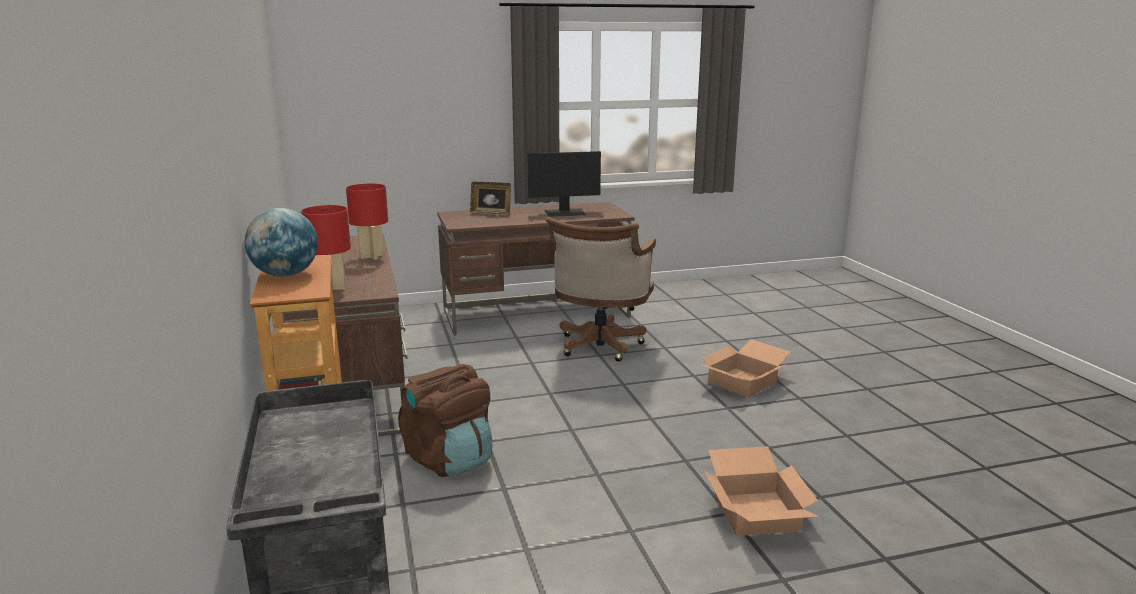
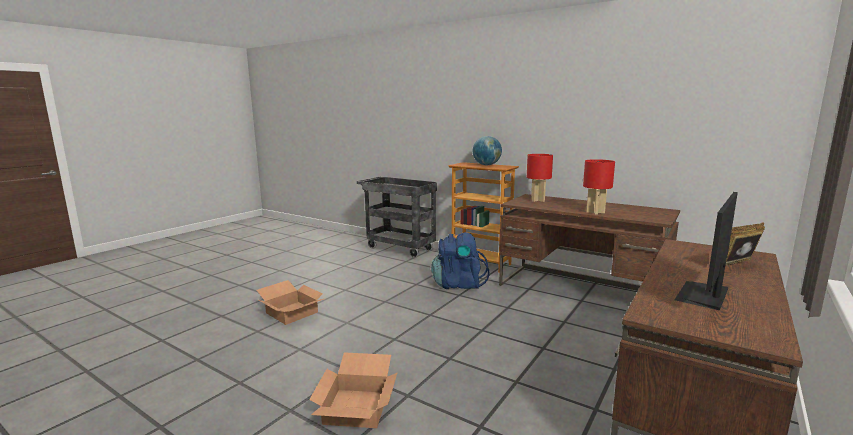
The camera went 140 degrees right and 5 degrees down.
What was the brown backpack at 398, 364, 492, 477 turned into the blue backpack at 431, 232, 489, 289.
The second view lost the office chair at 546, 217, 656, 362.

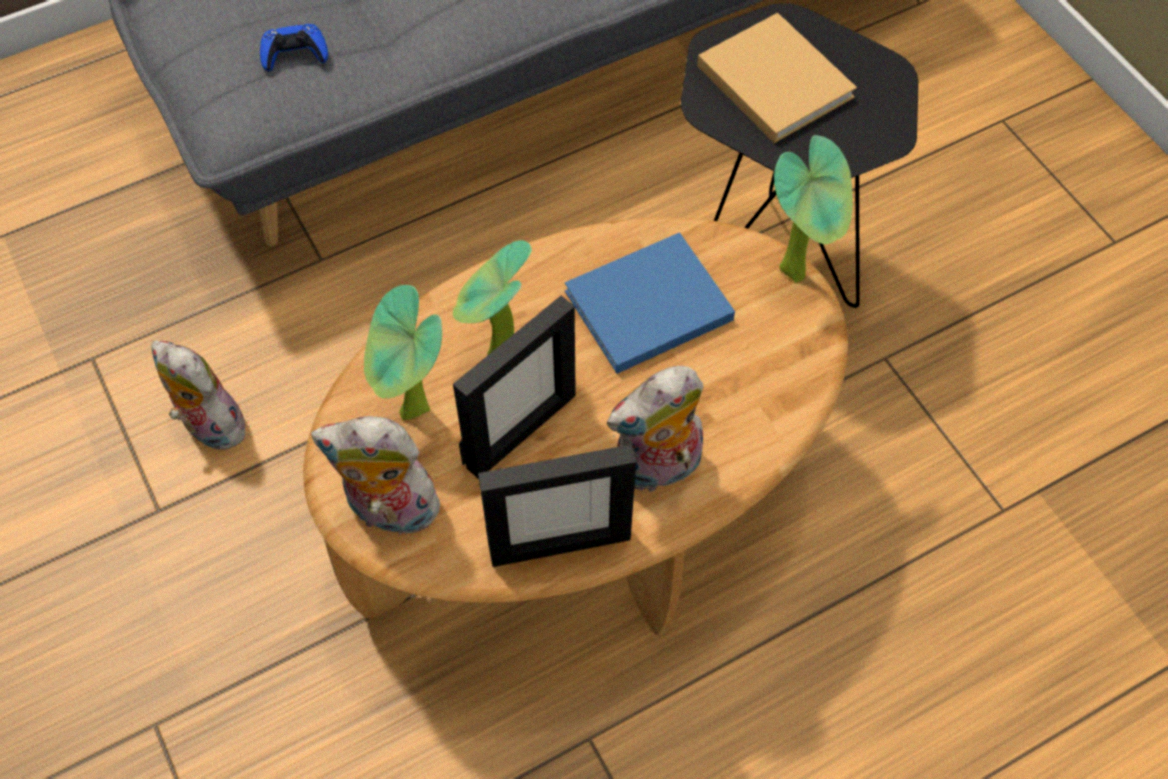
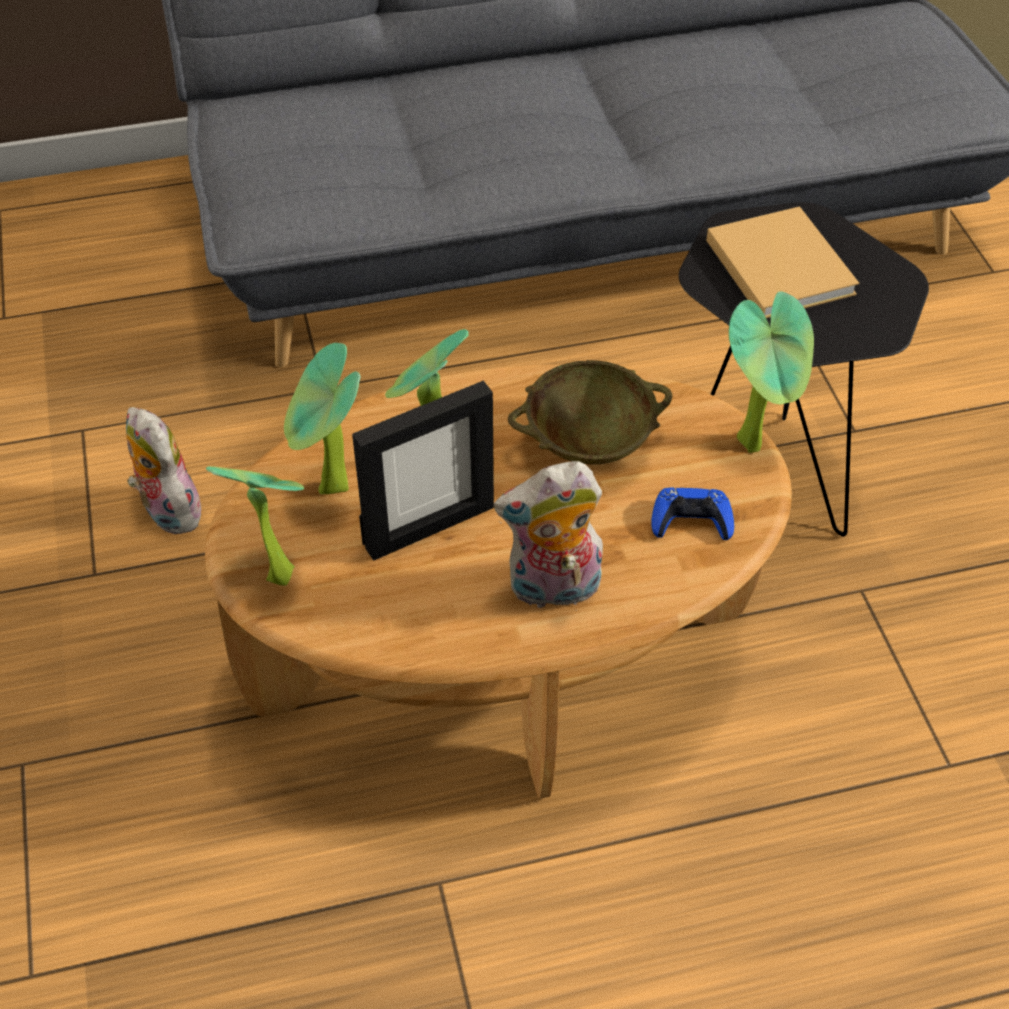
The camera went 15 degrees right and 10 degrees down.
The blue game controller ended up elsewhere, having gone from 260, 24, 328, 71 to 651, 487, 734, 540.
Where the plush toy stood at 311, 416, 444, 541, the potted plant came to stand at 206, 466, 304, 586.
The second view lost the picture frame at 478, 444, 636, 567.
Where the blue book stood at 565, 232, 735, 374, the beige bowl came to stand at 508, 360, 673, 464.

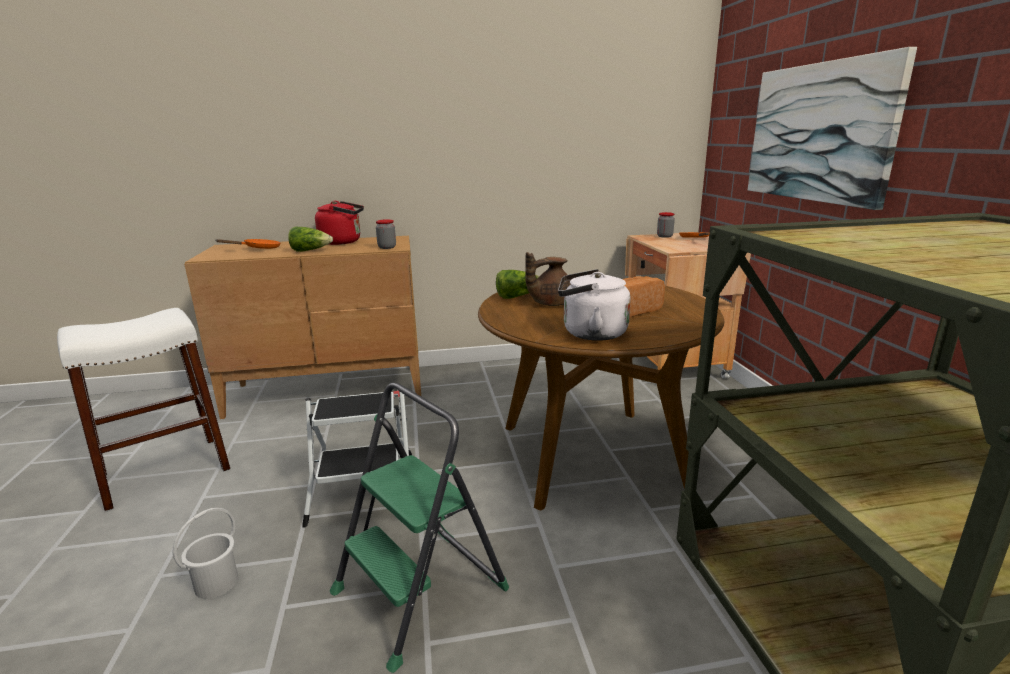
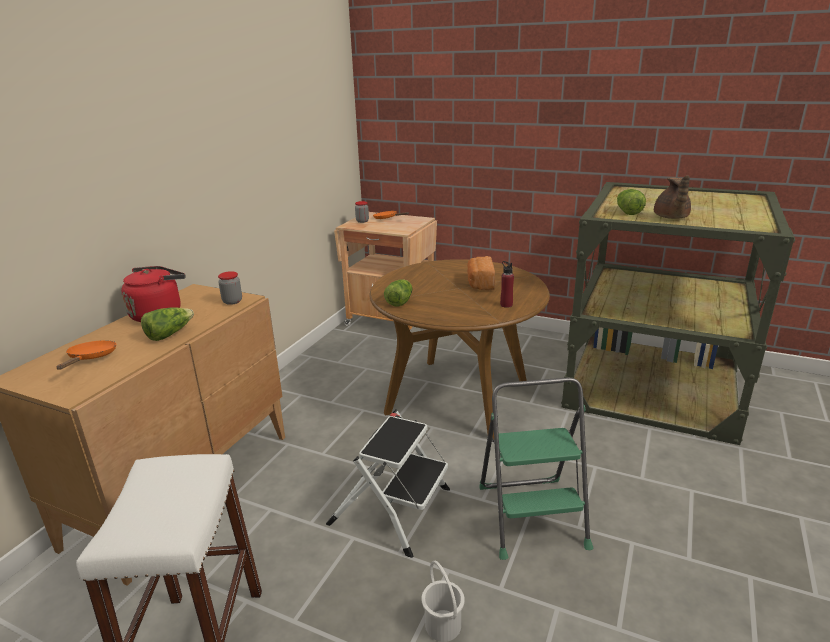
The camera went 55 degrees left and 5 degrees up.
The brown teapot ended up elsewhere, having gone from 525, 252, 571, 306 to 654, 175, 691, 219.
Where the white kettle stood at 558, 269, 631, 341, the red bottle came to stand at 500, 261, 514, 308.
The second view lost the picture at 748, 47, 917, 210.
The second view gained the lettuce at 617, 189, 646, 215.

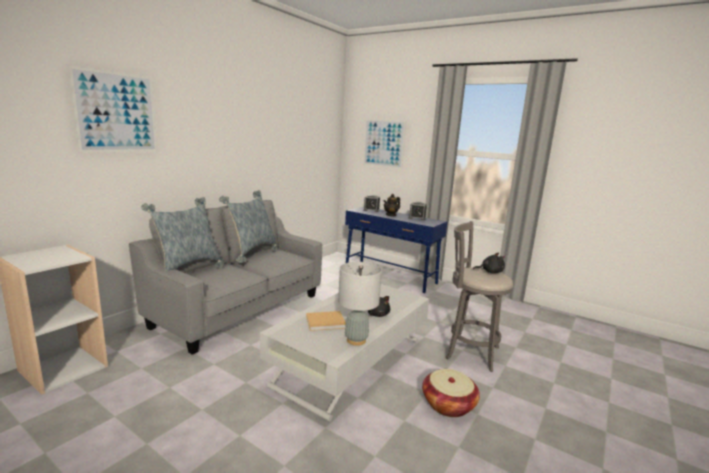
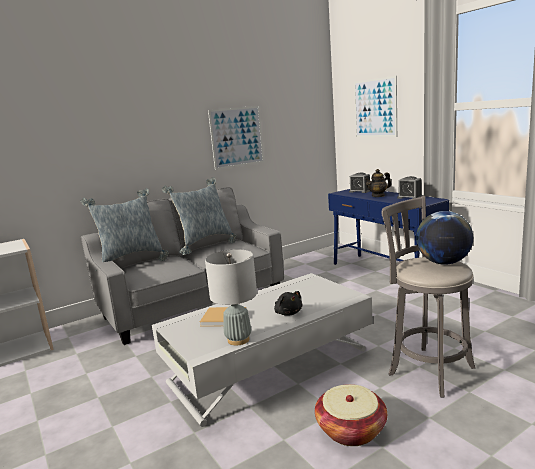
The camera went 25 degrees right and 0 degrees up.
The picture ended up elsewhere, having gone from 68, 66, 157, 153 to 208, 106, 264, 170.
Where the black plush toy stood at 473, 253, 505, 273, the globe came to stand at 416, 211, 473, 265.

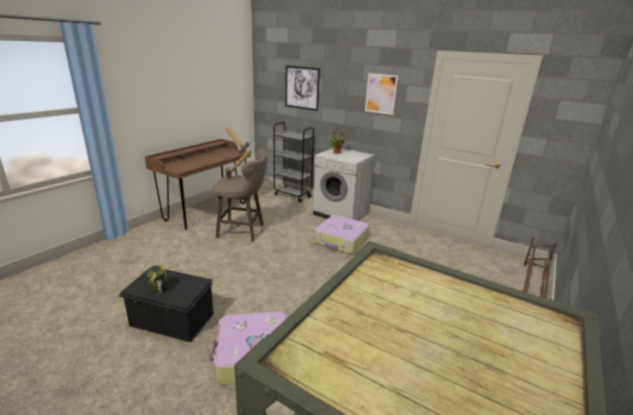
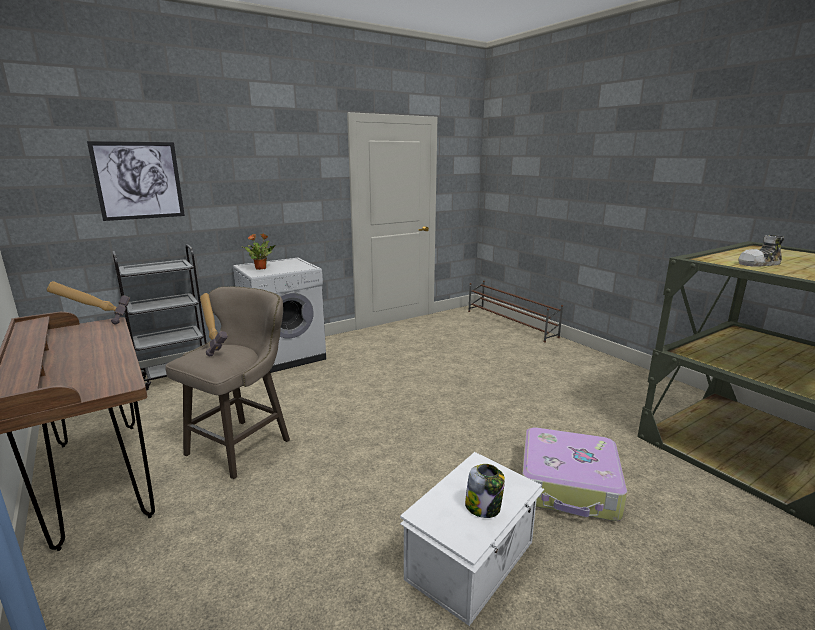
The camera went 65 degrees left and 5 degrees down.
What was the black storage box at 119, 266, 214, 342 turned into the white storage box at 400, 452, 544, 626.
The second view lost the suitcase at 314, 215, 369, 254.
The second view lost the picture at 365, 73, 398, 115.
The second view gained the shoe at 738, 235, 784, 267.

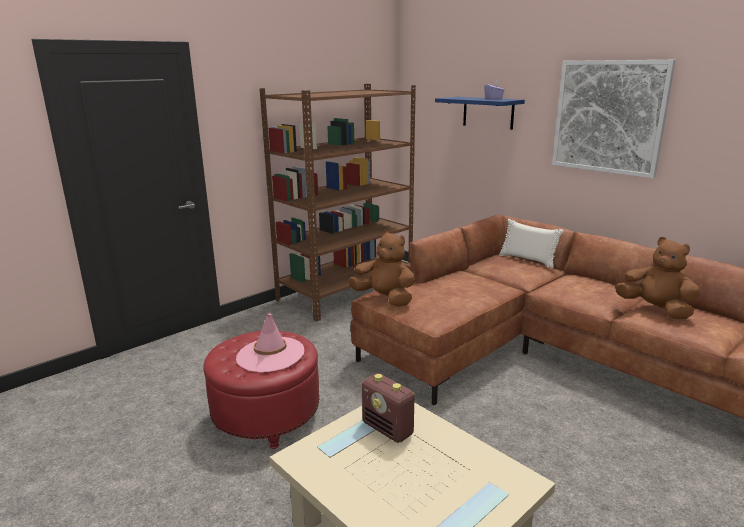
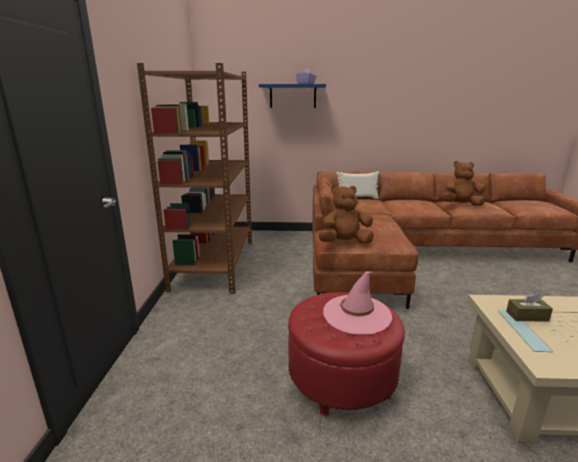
The camera went 45 degrees left and 0 degrees up.
Where the radio stood at 362, 373, 415, 443, the brown tissue box came to stand at 506, 292, 553, 321.
The second view lost the picture at 552, 60, 676, 178.

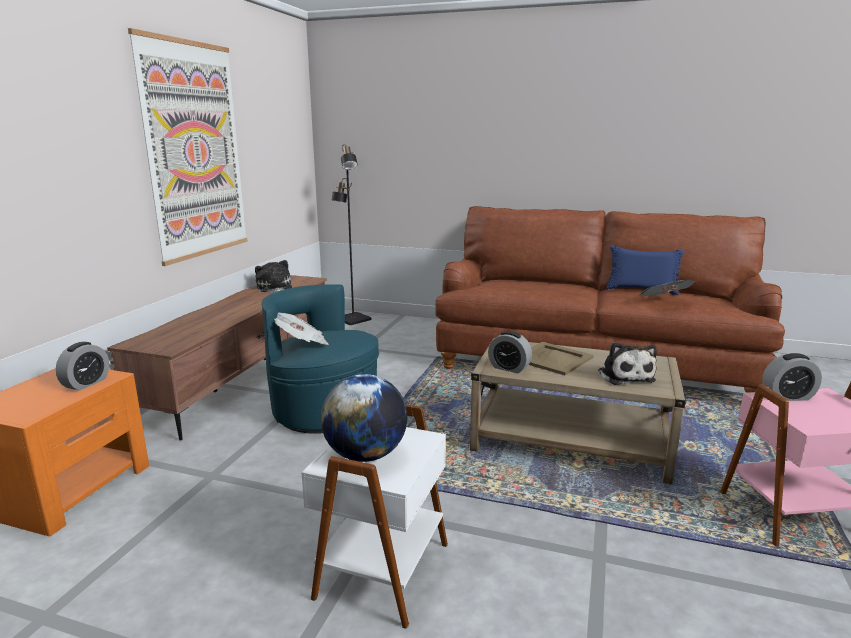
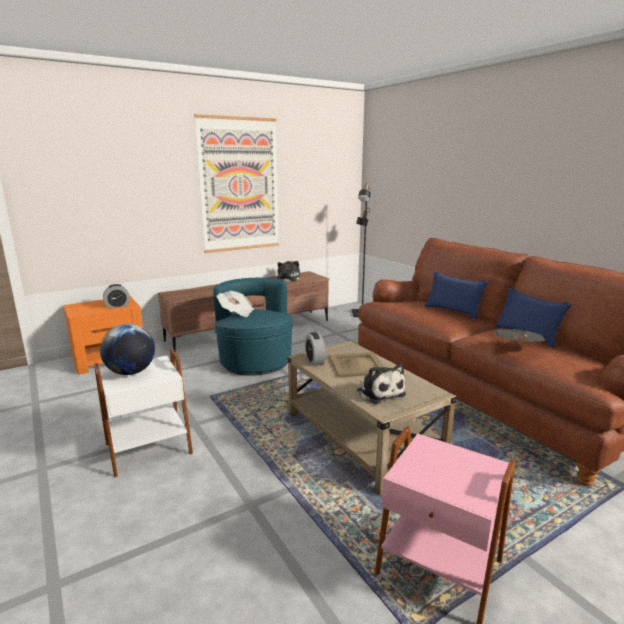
The camera went 40 degrees right and 0 degrees up.
The plush toy at 598, 342, 657, 385 ended up facing another way, 60 degrees counterclockwise from before.
The second view lost the alarm clock at 762, 353, 822, 401.
The second view gained the blue pillow at 425, 271, 489, 319.

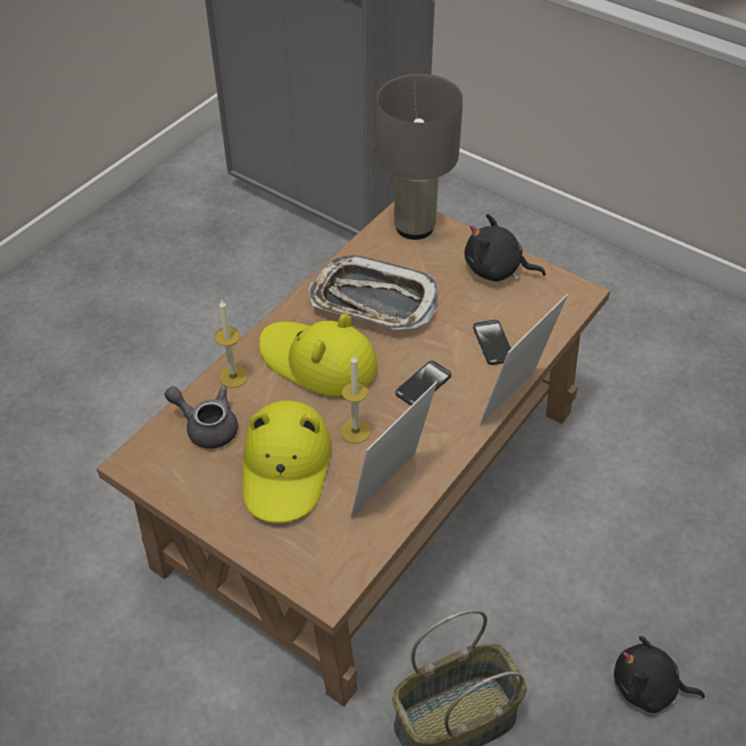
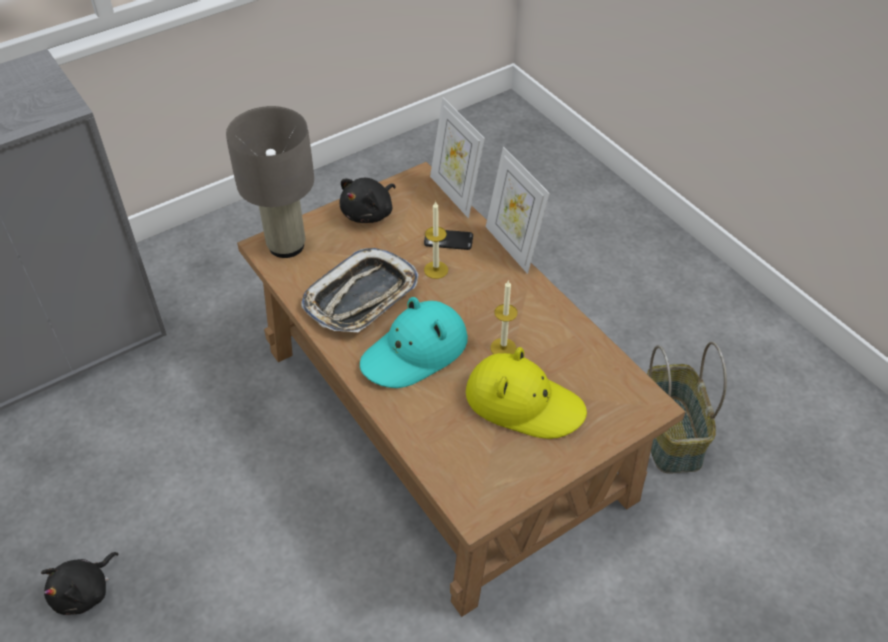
The camera went 70 degrees left and 0 degrees up.
The second view lost the grey teapot at 164, 386, 238, 449.
The candle ended up elsewhere, having gone from 214, 299, 248, 388 to 424, 201, 448, 279.
What was the yellow hat at 259, 314, 378, 397 turned into the turquoise hat at 360, 297, 468, 388.
The picture frame ended up elsewhere, having gone from 350, 381, 437, 519 to 430, 97, 485, 218.
The second view lost the phone at 396, 361, 451, 406.
The black plush toy ended up elsewhere, having gone from 614, 636, 705, 713 to 41, 552, 119, 615.

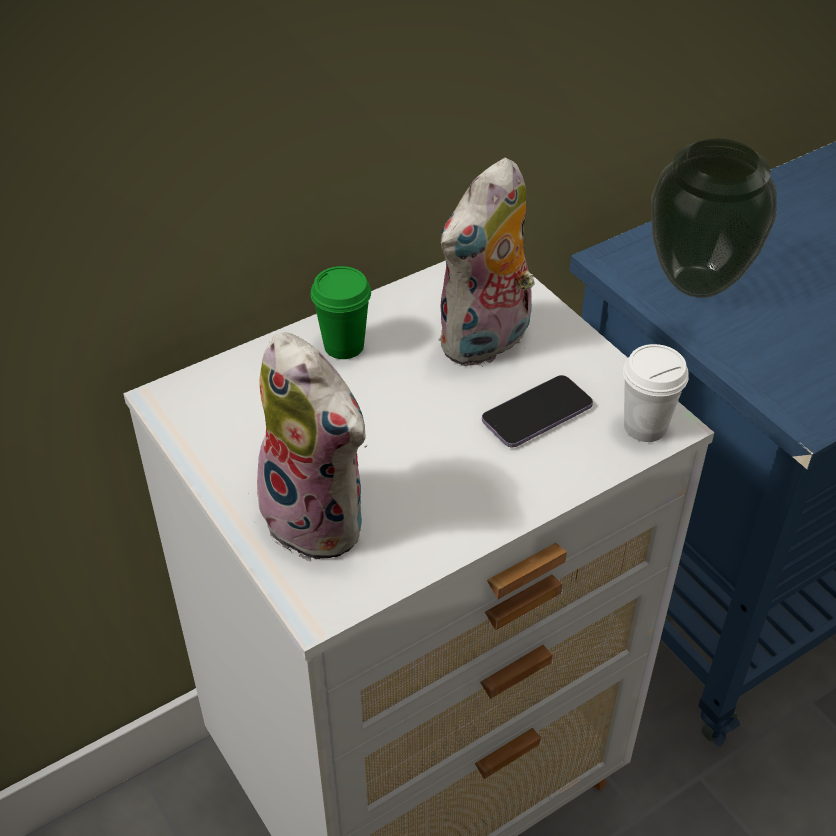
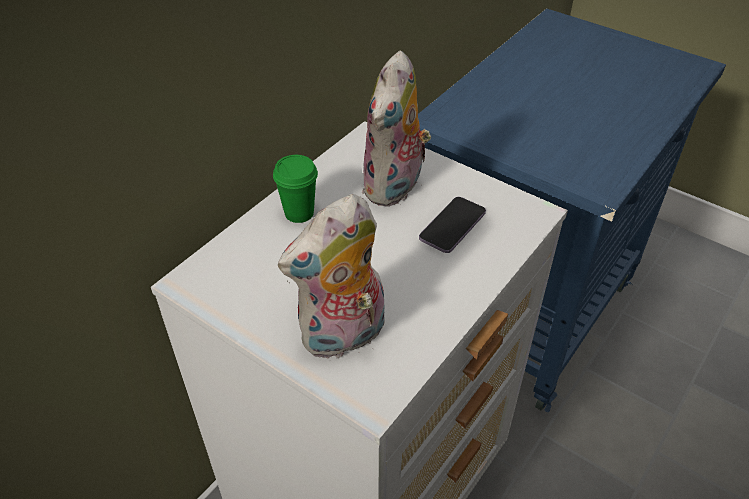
The camera went 20 degrees left and 0 degrees up.
The plush toy at 253, 332, 367, 561 ended up facing another way, 120 degrees clockwise from before.
The second view lost the white cup at 623, 344, 689, 442.
The second view lost the vase at 651, 139, 777, 298.

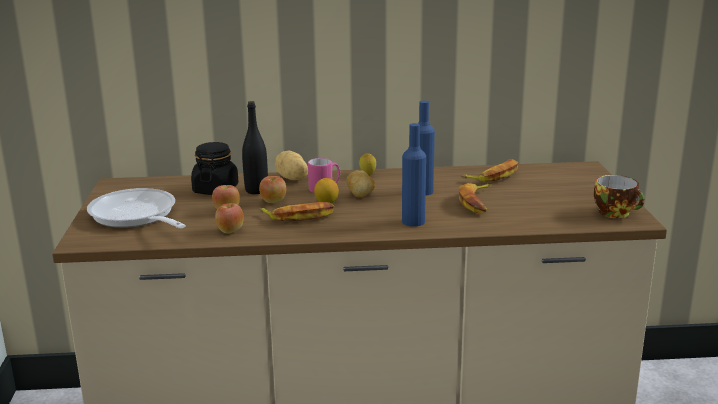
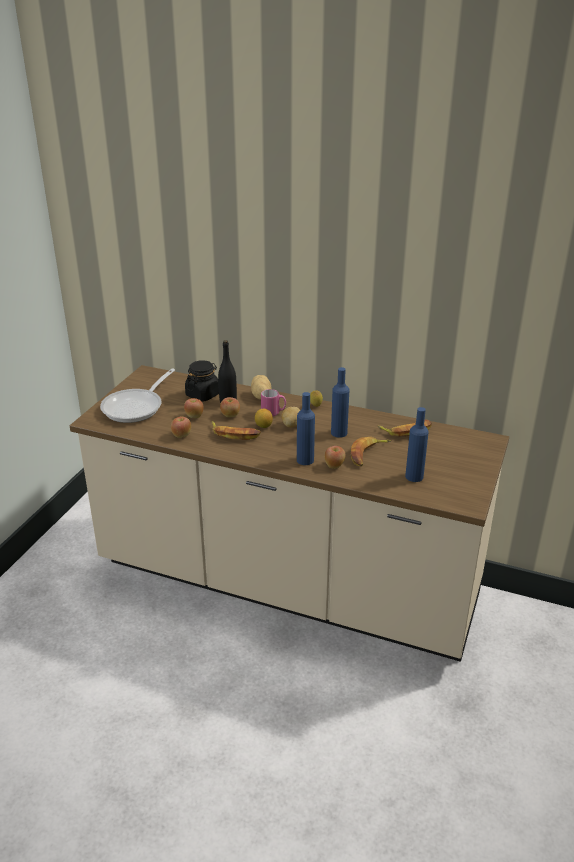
The camera went 25 degrees right and 10 degrees up.
The frying pan at 87, 188, 186, 229 ended up facing another way, 135 degrees counterclockwise from before.
The second view lost the cup at 594, 175, 645, 218.
The second view gained the apple at 325, 446, 346, 469.
The second view gained the blue bottle at 405, 407, 429, 482.

